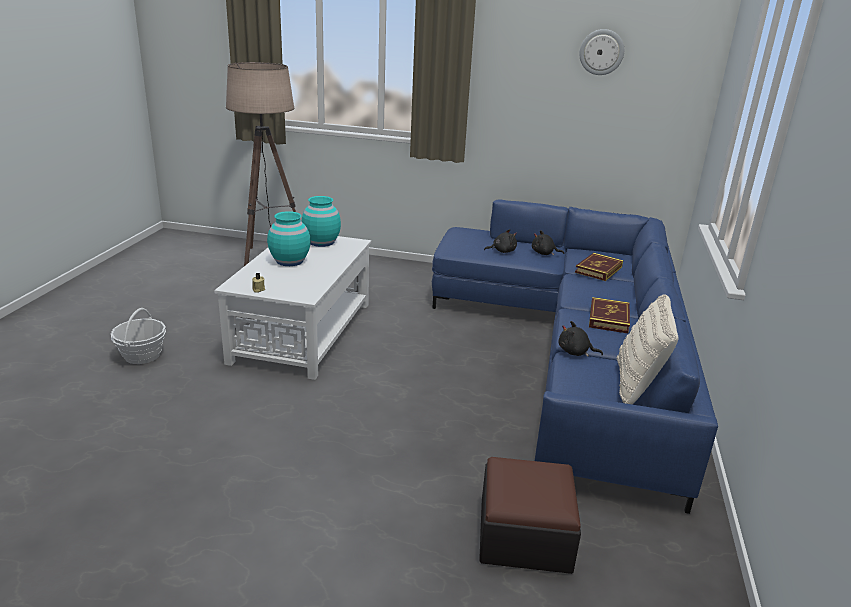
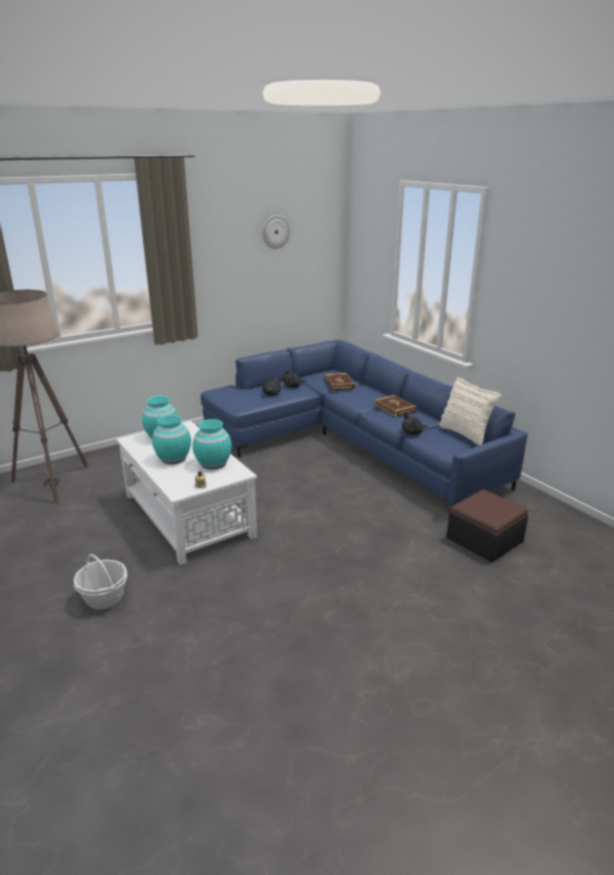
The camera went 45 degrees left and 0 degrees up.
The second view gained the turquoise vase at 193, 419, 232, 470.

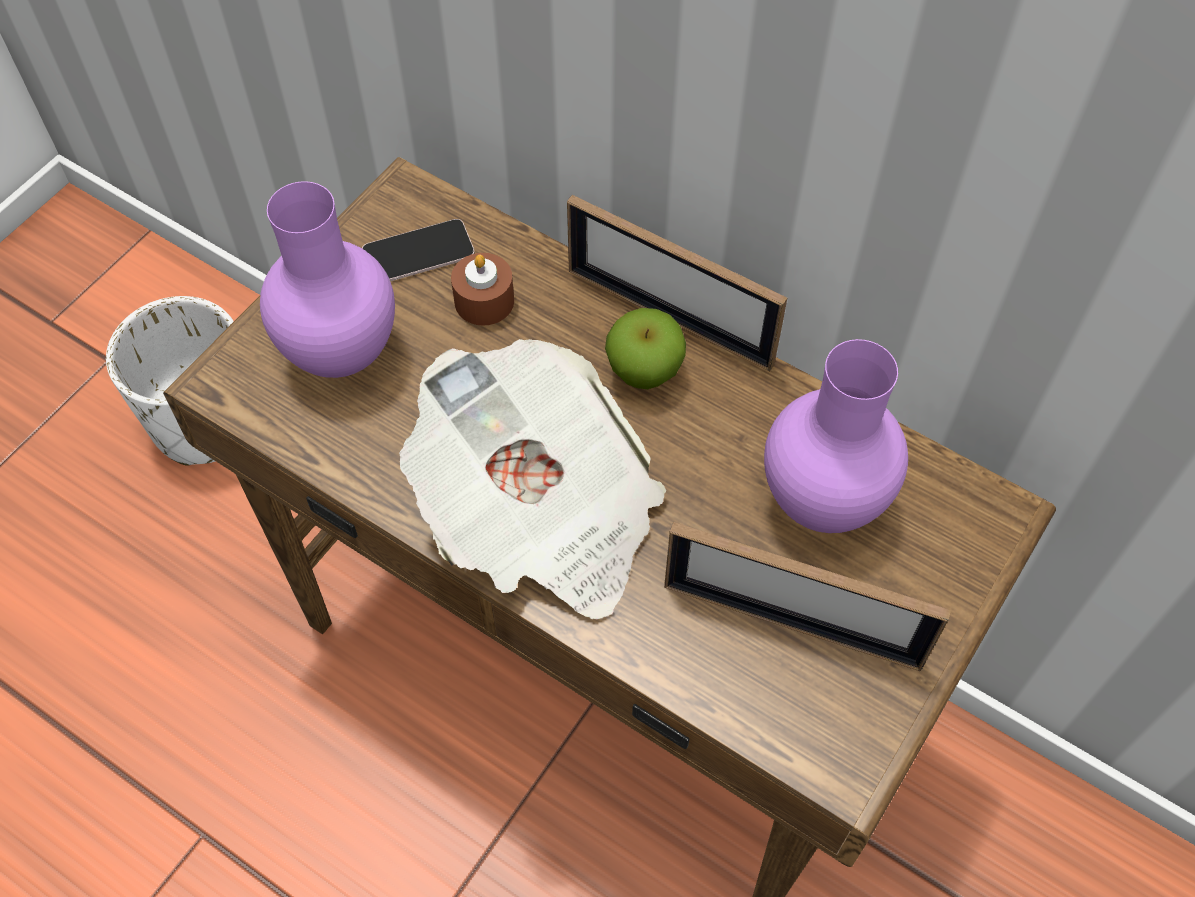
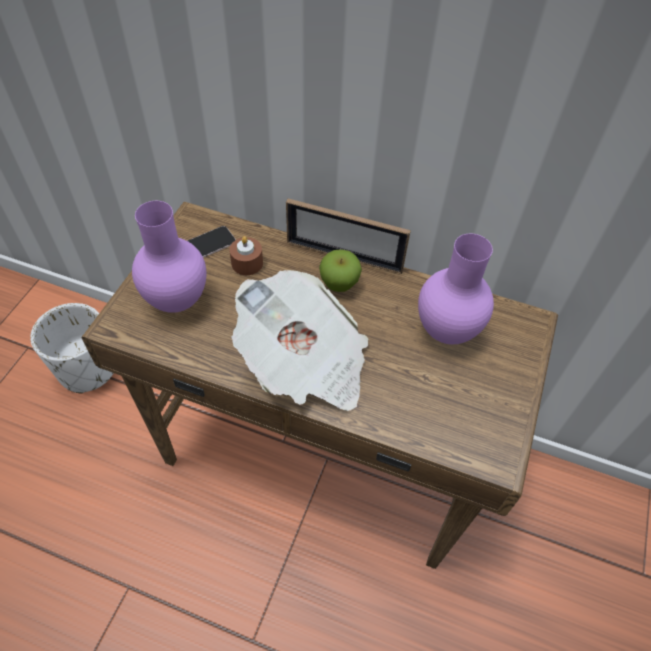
The camera went 15 degrees left and 5 degrees down.
The second view lost the picture frame at 664, 522, 951, 671.

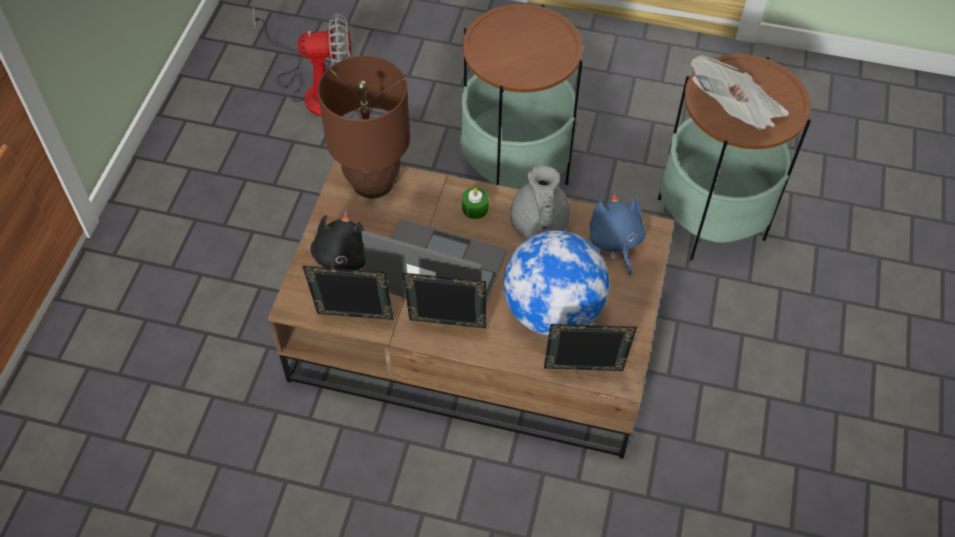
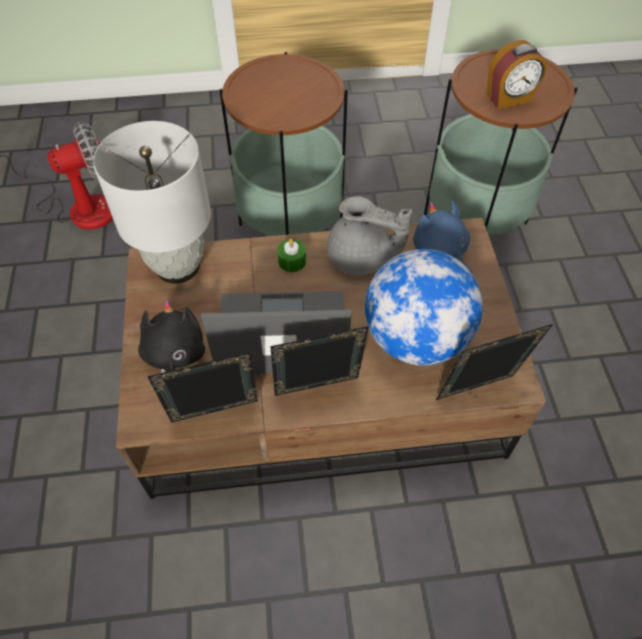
The camera went 20 degrees left and 0 degrees up.
What was the brown table lamp at 318, 56, 410, 199 turned into the white table lamp at 93, 121, 211, 284.
The grey teapot at 510, 166, 570, 238 ended up facing another way, 45 degrees counterclockwise from before.
Where the newspaper stood at 691, 55, 789, 130, the alarm clock came to stand at 487, 40, 547, 110.

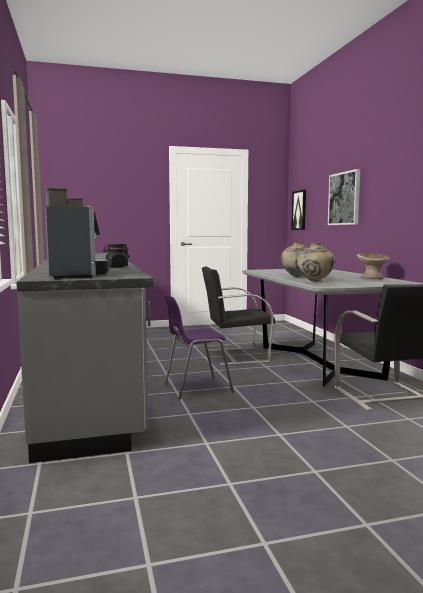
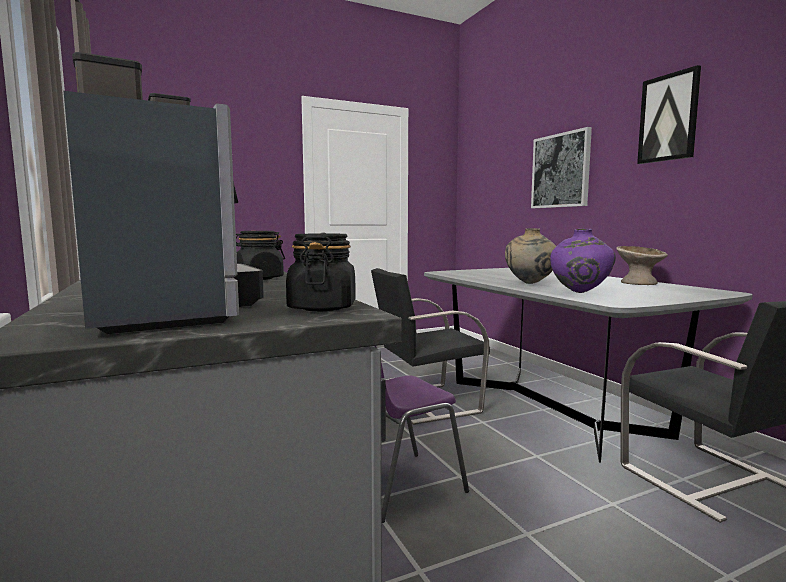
The camera went 10 degrees left and 0 degrees up.
The picture ended up elsewhere, having gone from 291, 190, 306, 230 to 637, 65, 701, 164.
What was the beige vase at 297, 242, 336, 282 turned into the purple vase at 550, 229, 616, 293.
The second view gained the black jar at 286, 234, 355, 311.

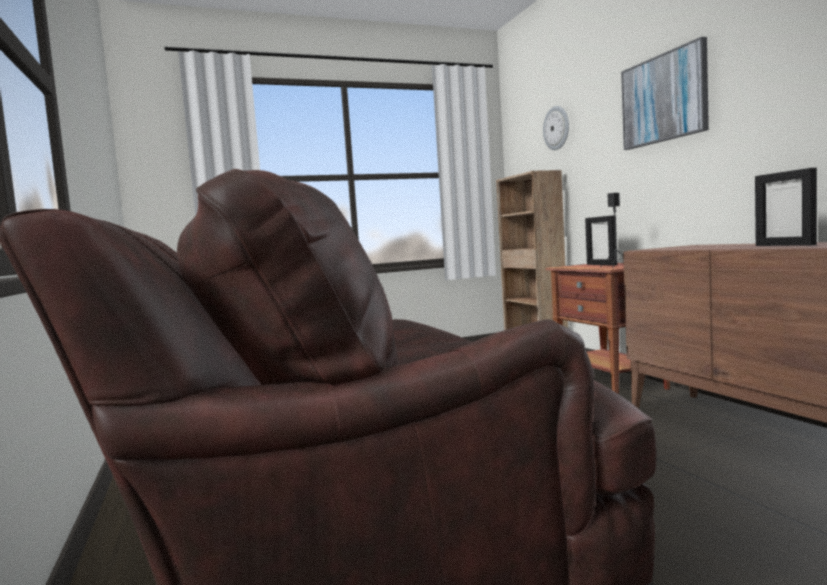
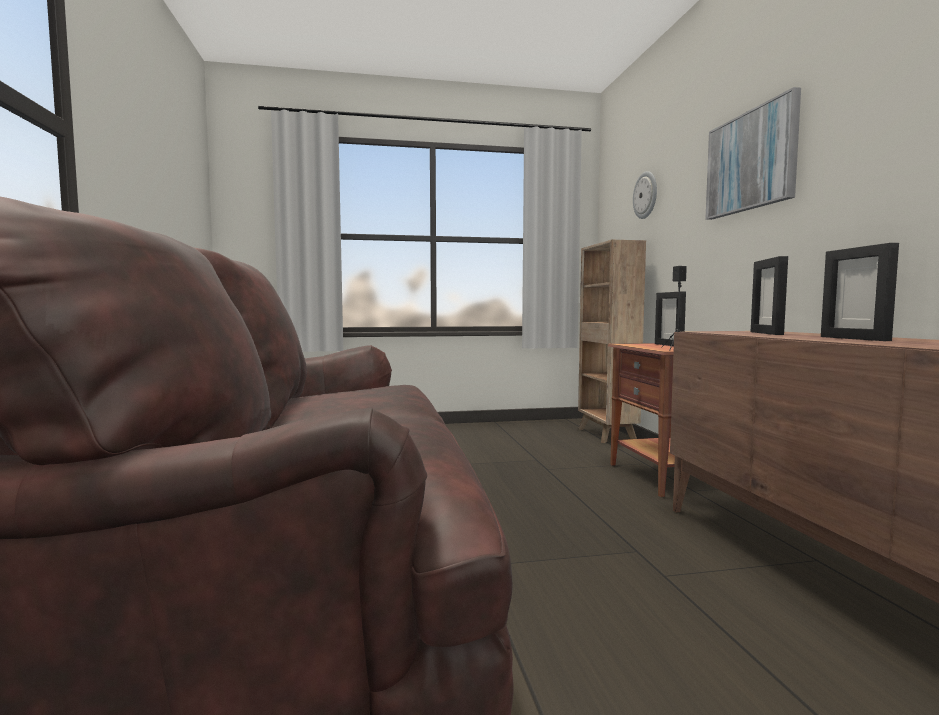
The camera went 10 degrees right and 0 degrees up.
The second view gained the picture frame at 751, 256, 788, 335.

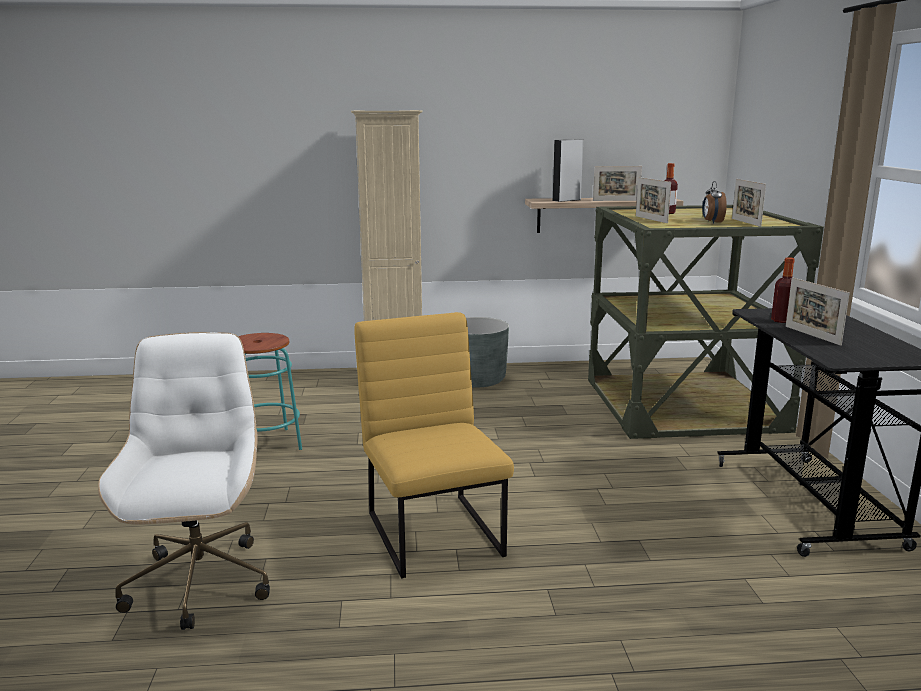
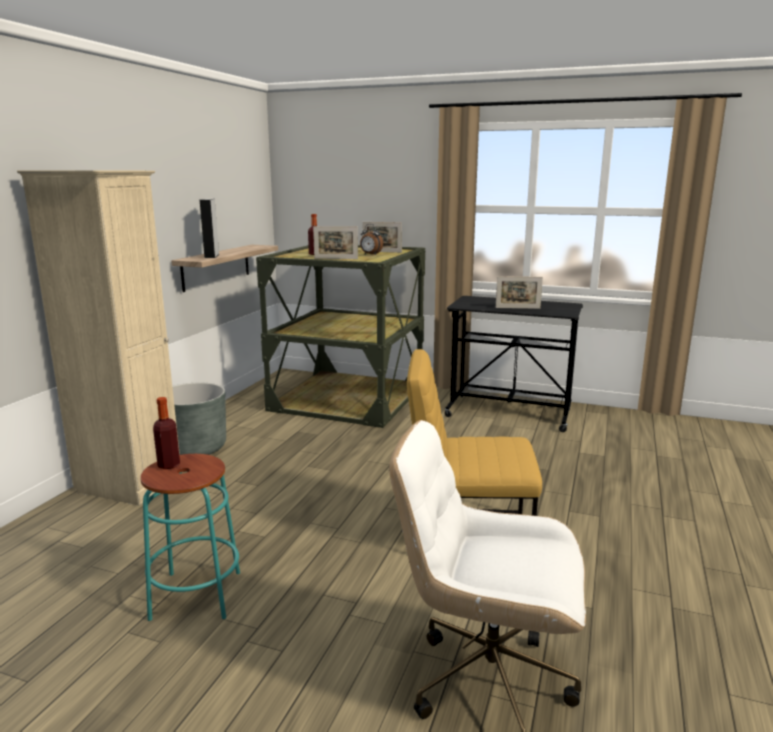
The camera went 65 degrees left and 0 degrees up.
The second view lost the picture frame at 593, 166, 642, 201.
The bottle ended up elsewhere, having gone from 771, 257, 795, 323 to 153, 397, 180, 469.

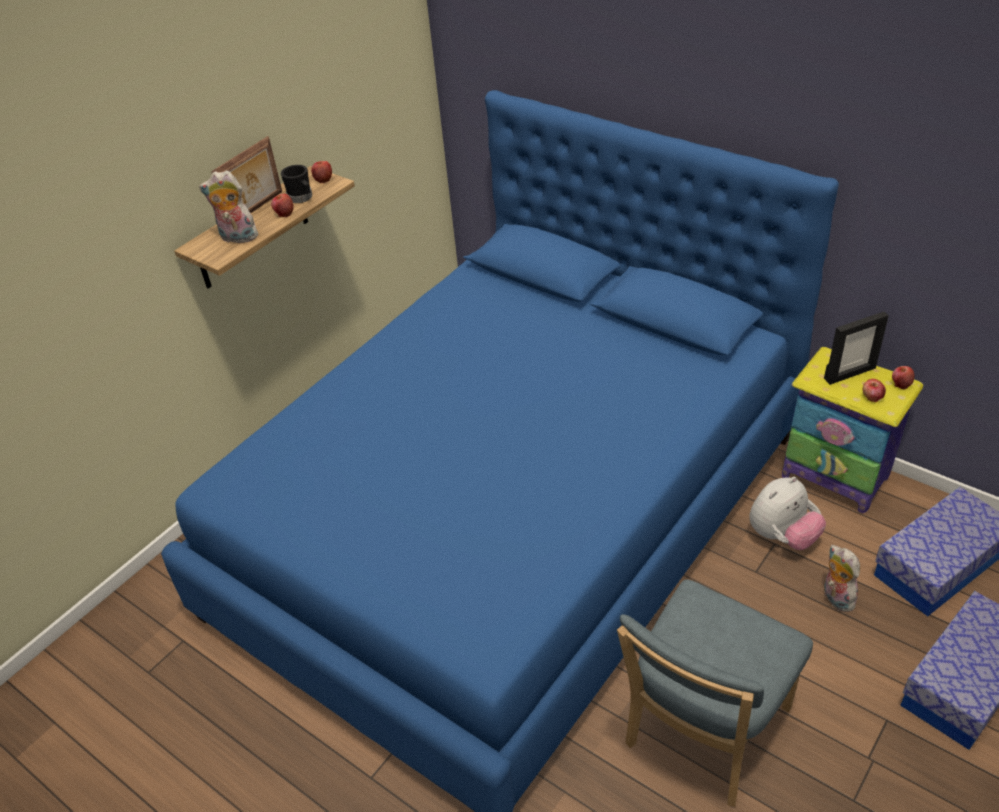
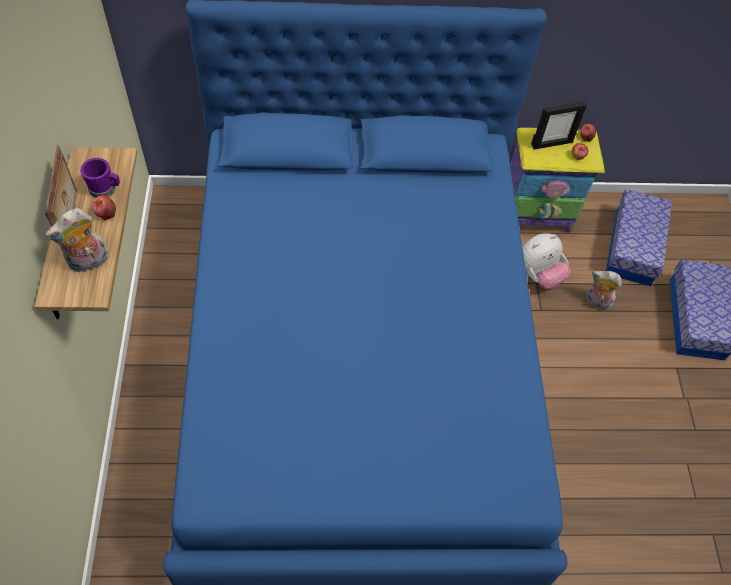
The camera went 45 degrees left and 15 degrees up.
What was the black mug at 281, 165, 312, 203 turned into the purple mug at 80, 158, 120, 198.
The second view lost the apple at 311, 161, 332, 183.
The second view lost the blue chair at 617, 579, 813, 807.
The plush toy at 750, 476, 826, 550 ended up facing another way, 45 degrees clockwise from before.
The picture frame at 824, 312, 889, 385 ended up facing another way, 45 degrees clockwise from before.

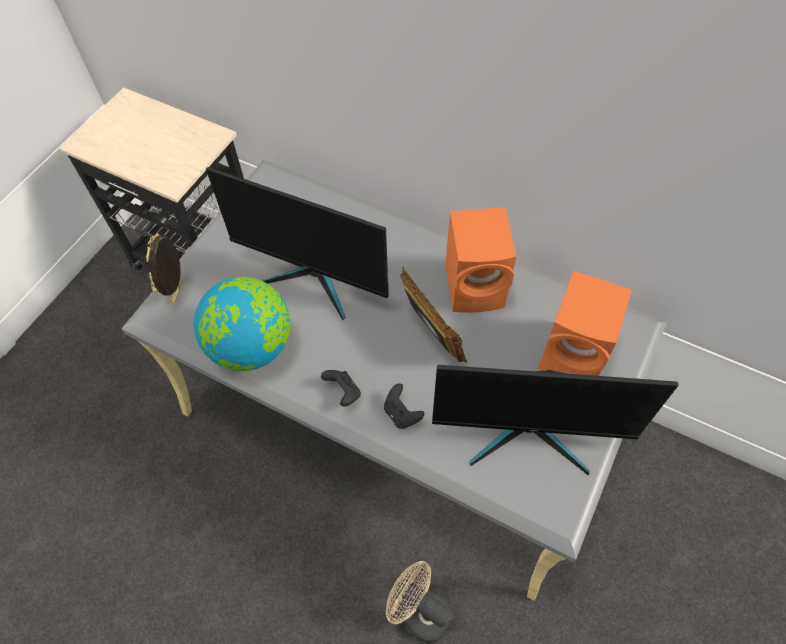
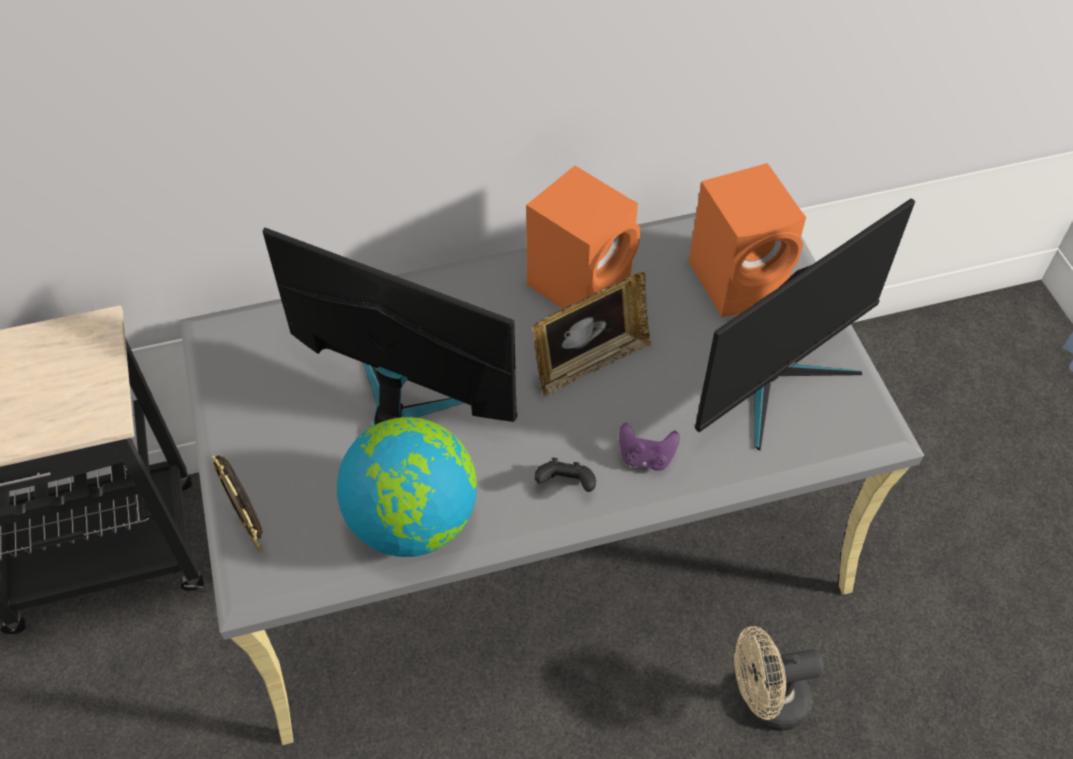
The camera went 45 degrees left and 5 degrees down.
The monitor at 206, 167, 389, 320 ended up facing another way, 135 degrees counterclockwise from before.
What was the black game controller at 384, 383, 424, 429 turned into the purple game controller at 619, 422, 680, 471.
The picture frame at 400, 266, 467, 363 ended up facing another way, 135 degrees clockwise from before.

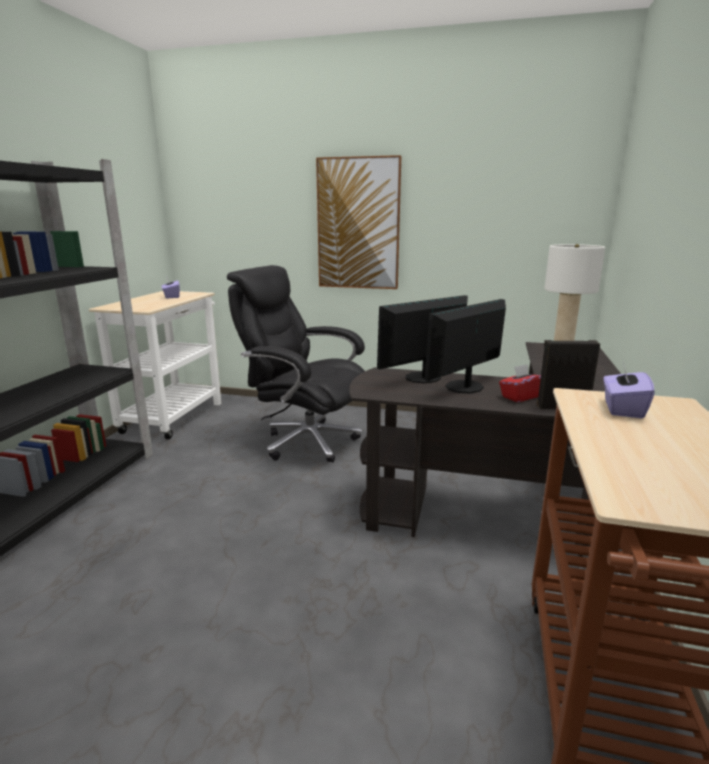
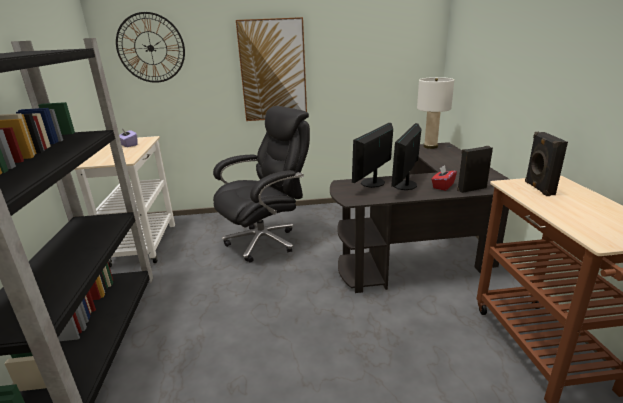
The camera went 20 degrees left and 5 degrees up.
The black office chair at 227, 265, 365, 462 ended up facing another way, 135 degrees clockwise from before.
Where the purple tissue box stood at 603, 362, 655, 419, the black speaker came to stand at 525, 132, 568, 196.
The second view gained the wall clock at 116, 12, 185, 83.

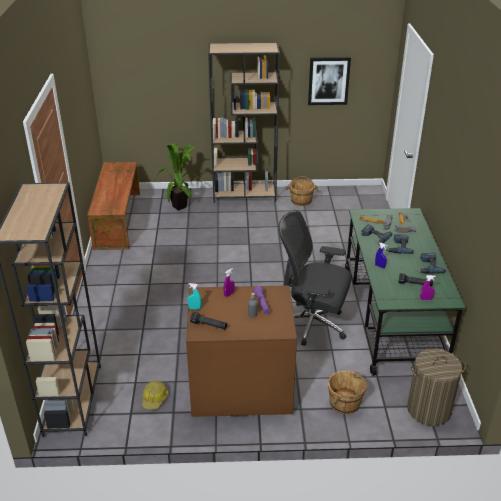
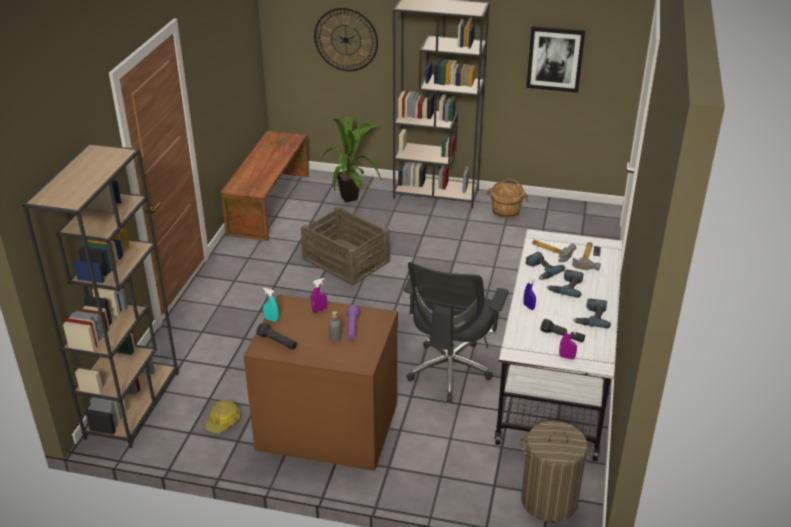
The camera went 15 degrees right and 0 degrees up.
The office chair at 279, 210, 351, 346 ended up facing another way, 105 degrees counterclockwise from before.
The second view lost the brown bucket at 328, 371, 368, 414.
What was the green desk at 345, 208, 466, 376 turned into the white desk at 494, 229, 622, 461.
The second view gained the crate at 301, 206, 390, 285.
The second view gained the wall clock at 314, 8, 378, 71.

